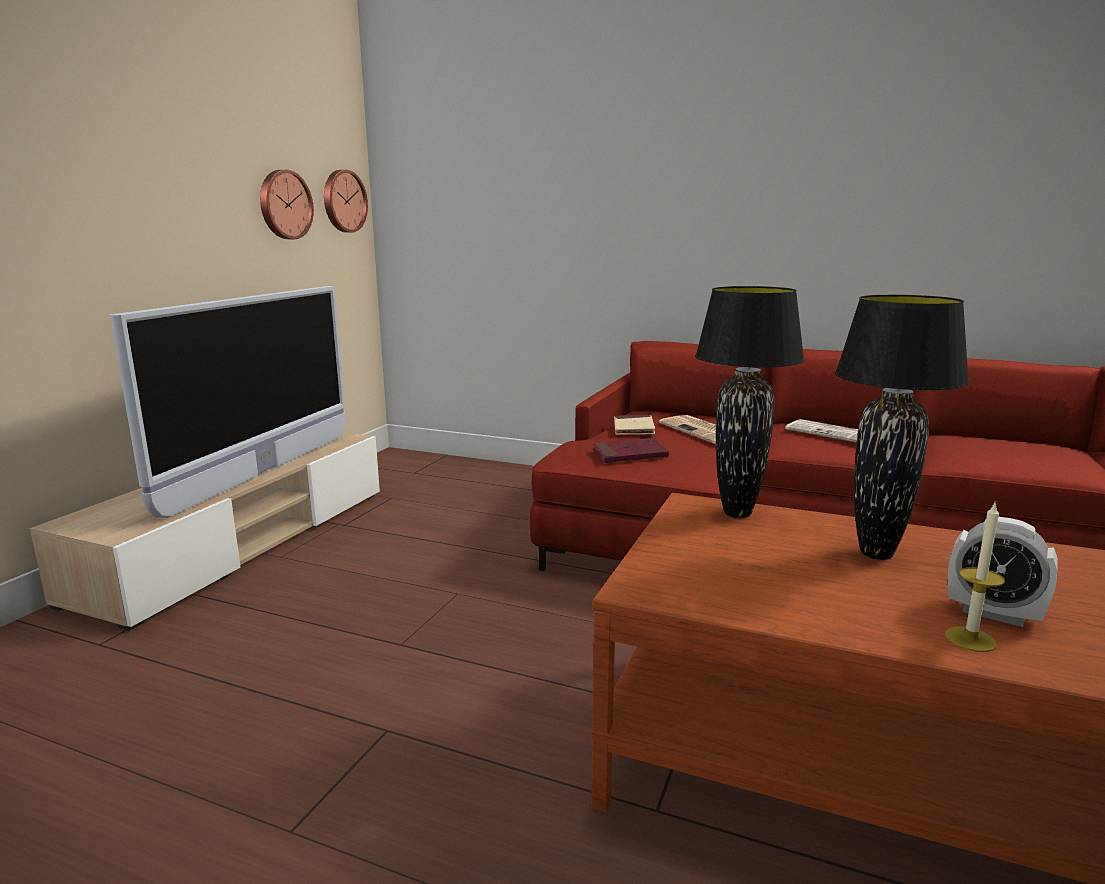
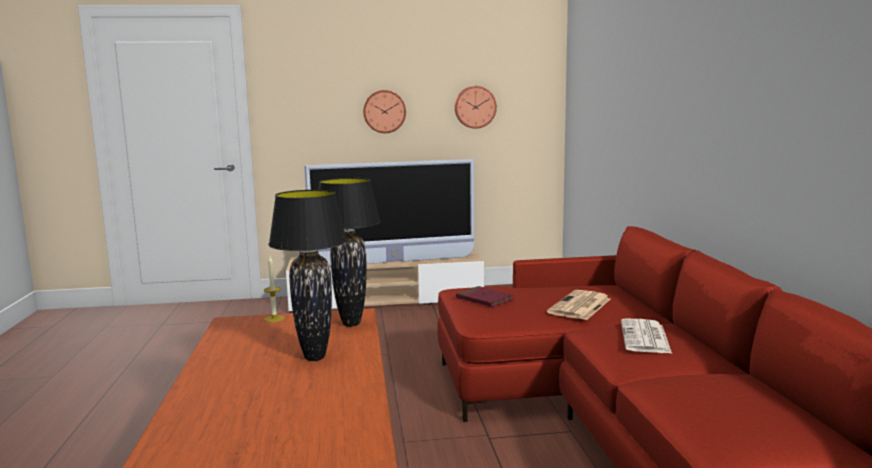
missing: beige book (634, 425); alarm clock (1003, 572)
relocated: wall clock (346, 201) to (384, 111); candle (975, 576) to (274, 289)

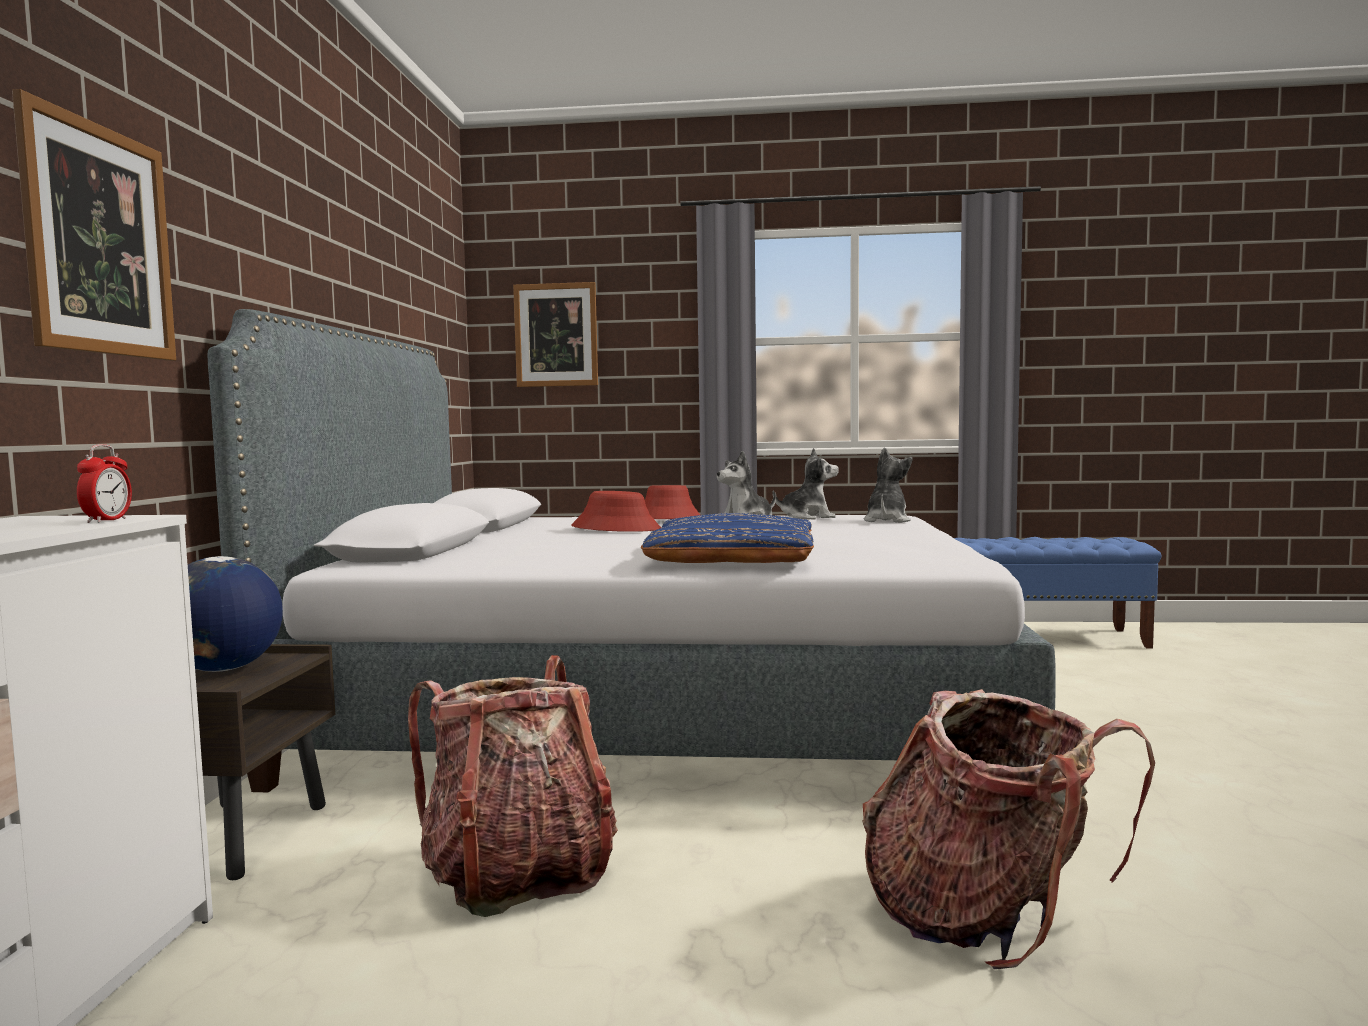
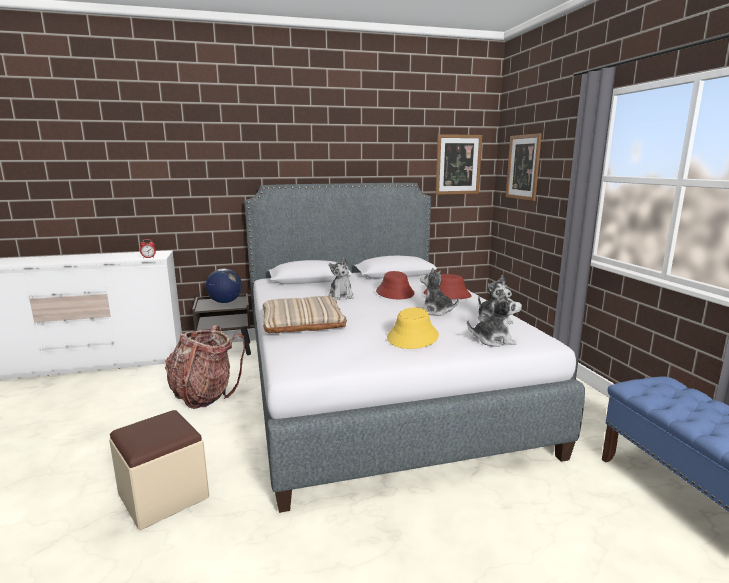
appeared: plush toy (341, 278); yellow hat (413, 328)
relocated: picture (94, 225) to (459, 164)
exchanged: backpack (1008, 829) to beige ottoman (159, 470)
colour: blue pillow (727, 538) to beige pillow (305, 314)

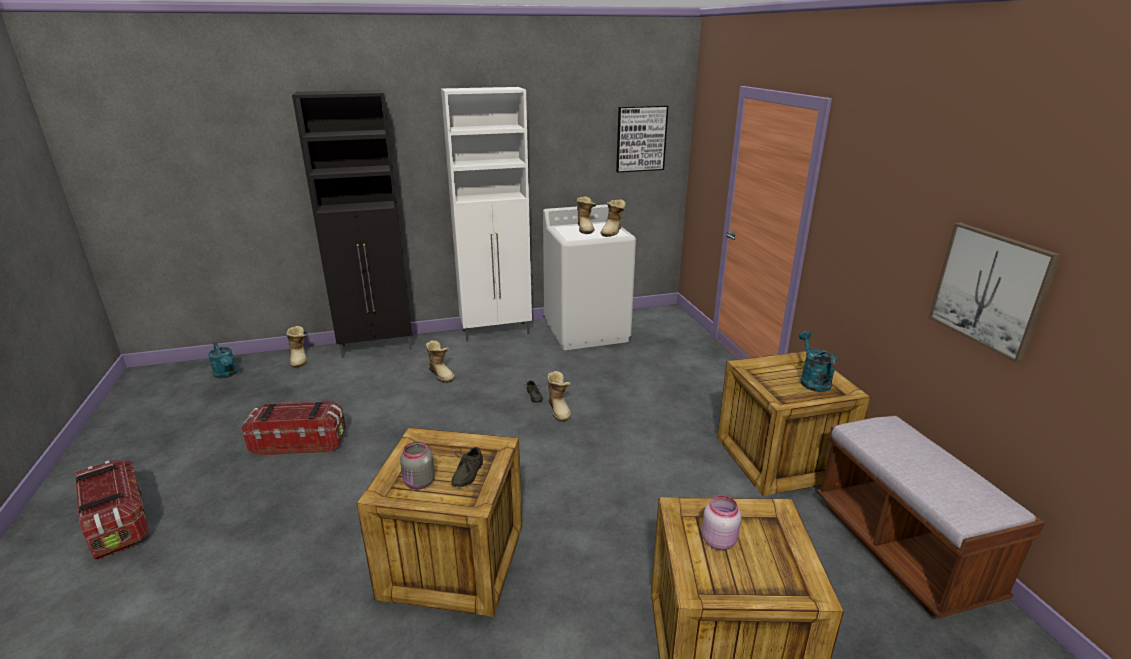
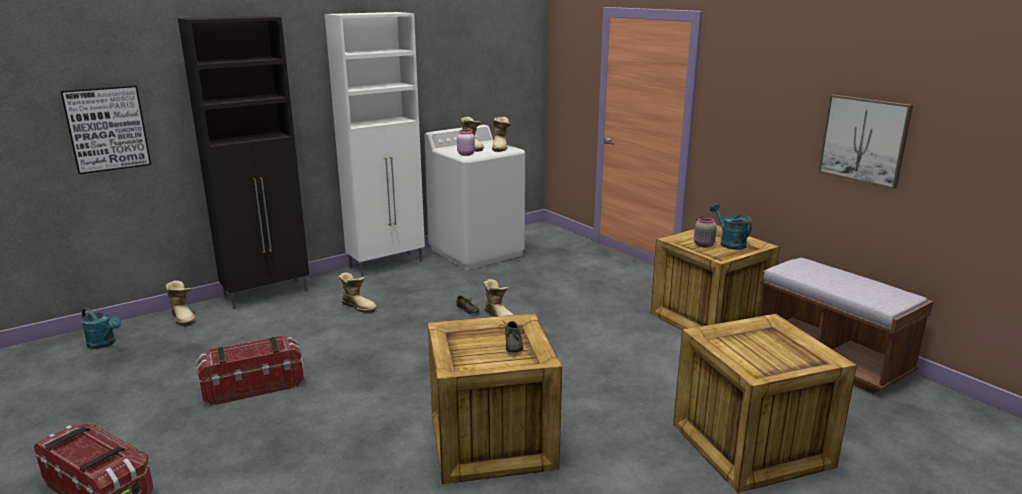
relocated: grey jar (417, 465) to (705, 232); picture (642, 139) to (105, 129); pink jar (721, 522) to (466, 143)

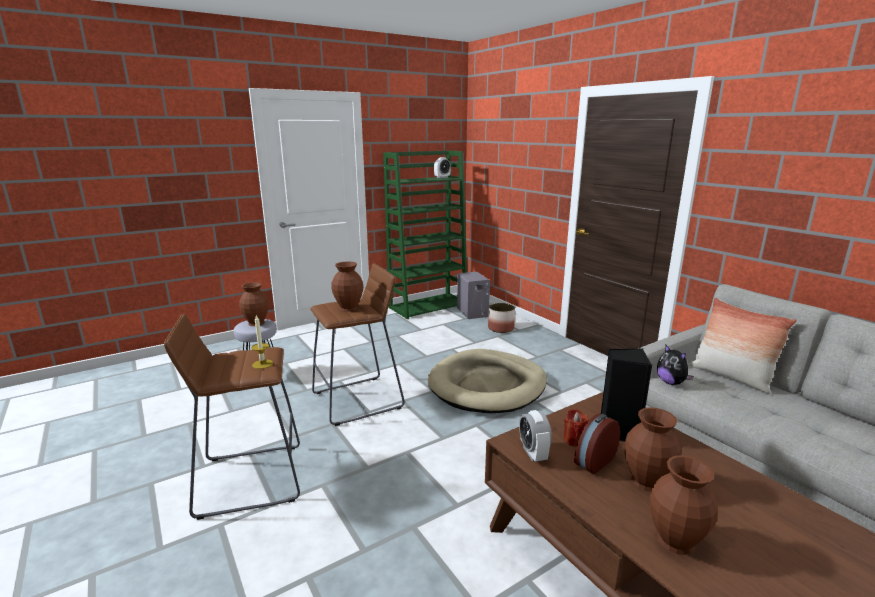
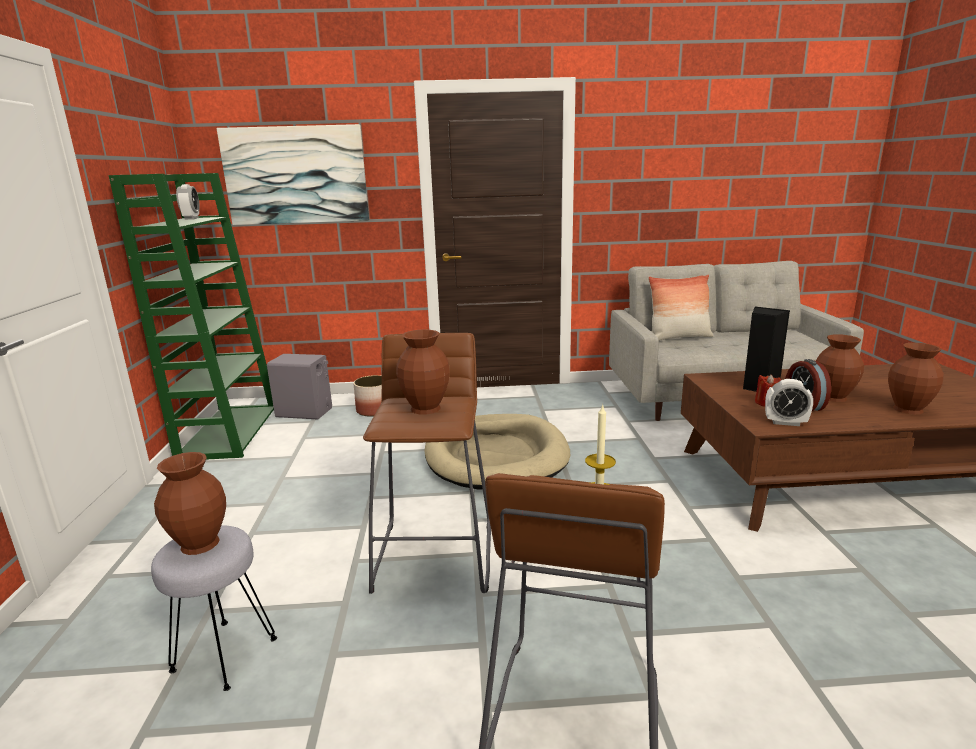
missing: plush toy (675, 365)
appeared: picture (292, 174)

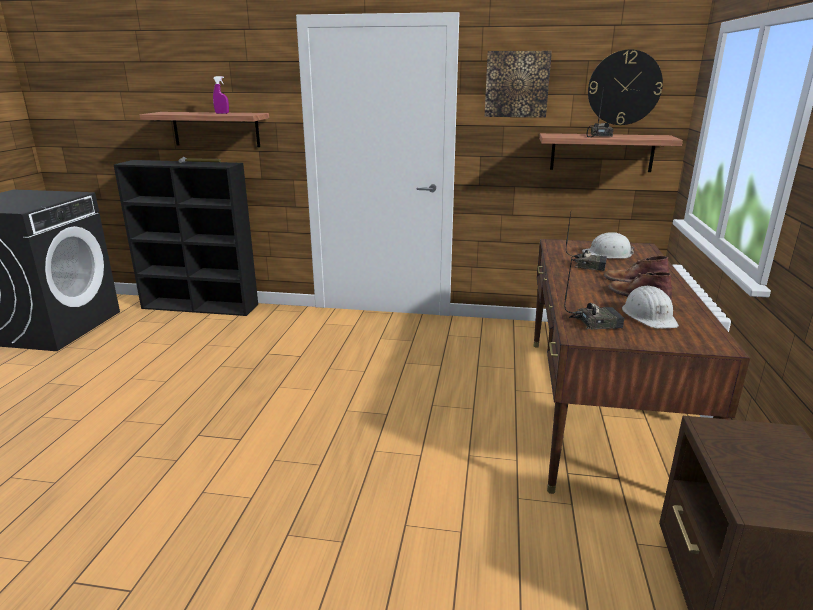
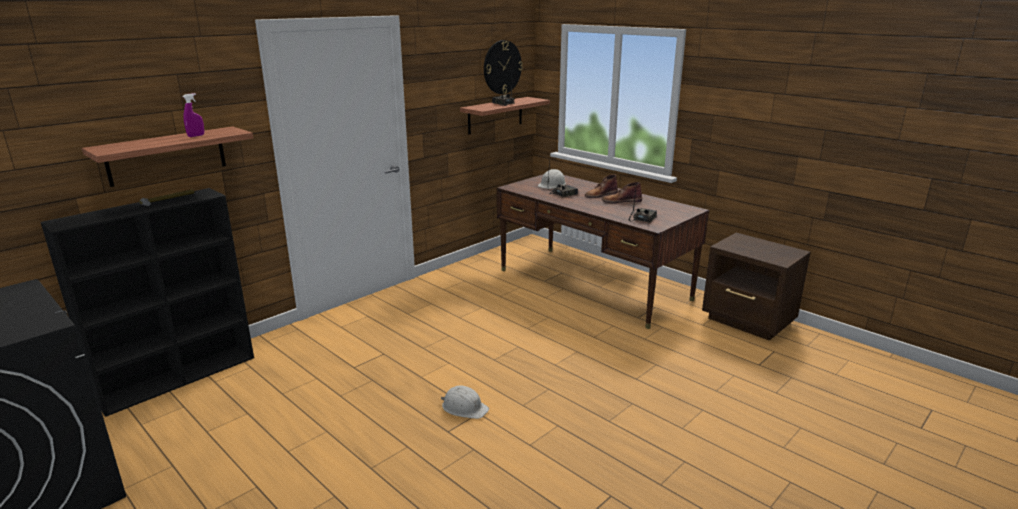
missing: picture (518, 84)
relocated: white hard hat (650, 307) to (465, 402)

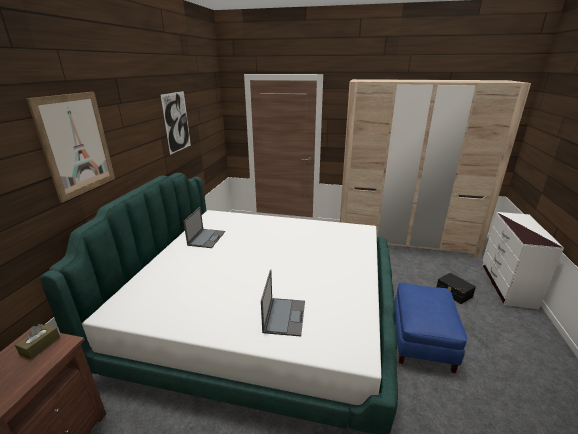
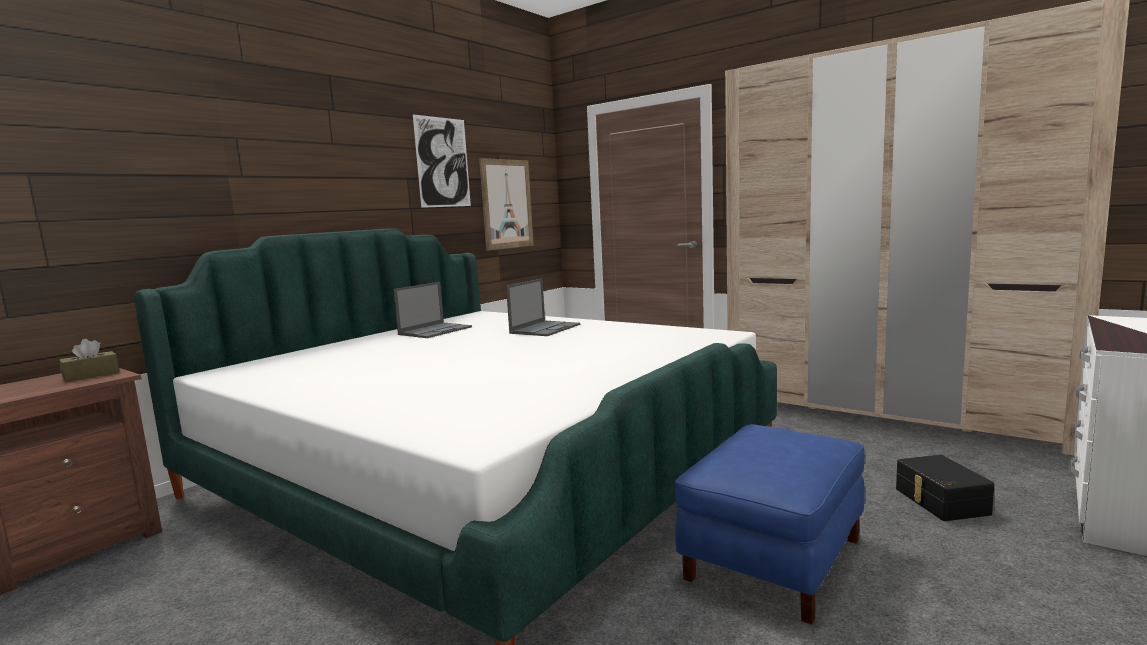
relocated: picture (70, 147) to (506, 204); laptop (283, 303) to (543, 307)

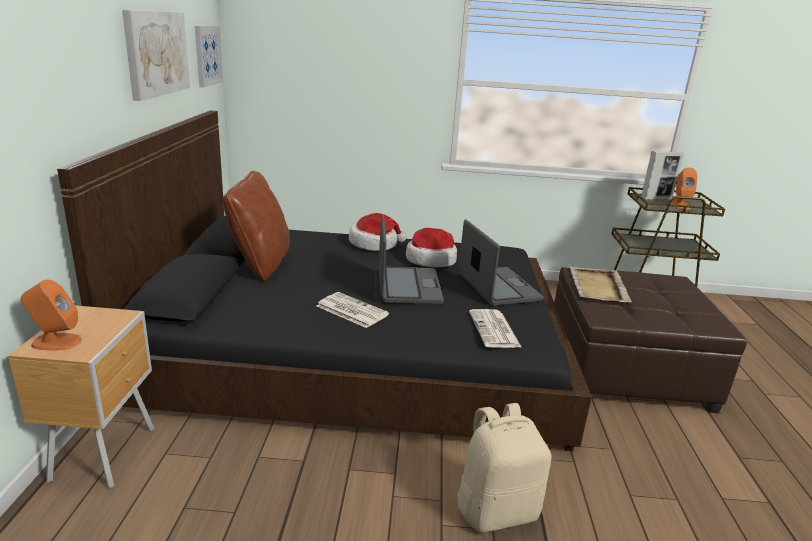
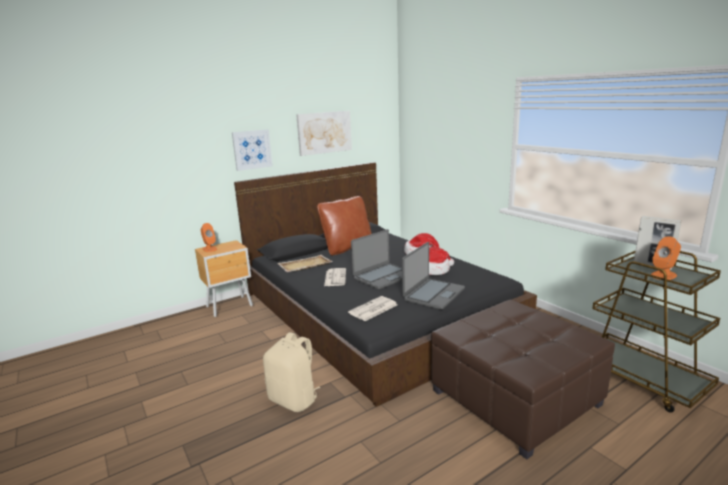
relocated: picture (209, 57) to (252, 150); beige tray (600, 285) to (305, 263)

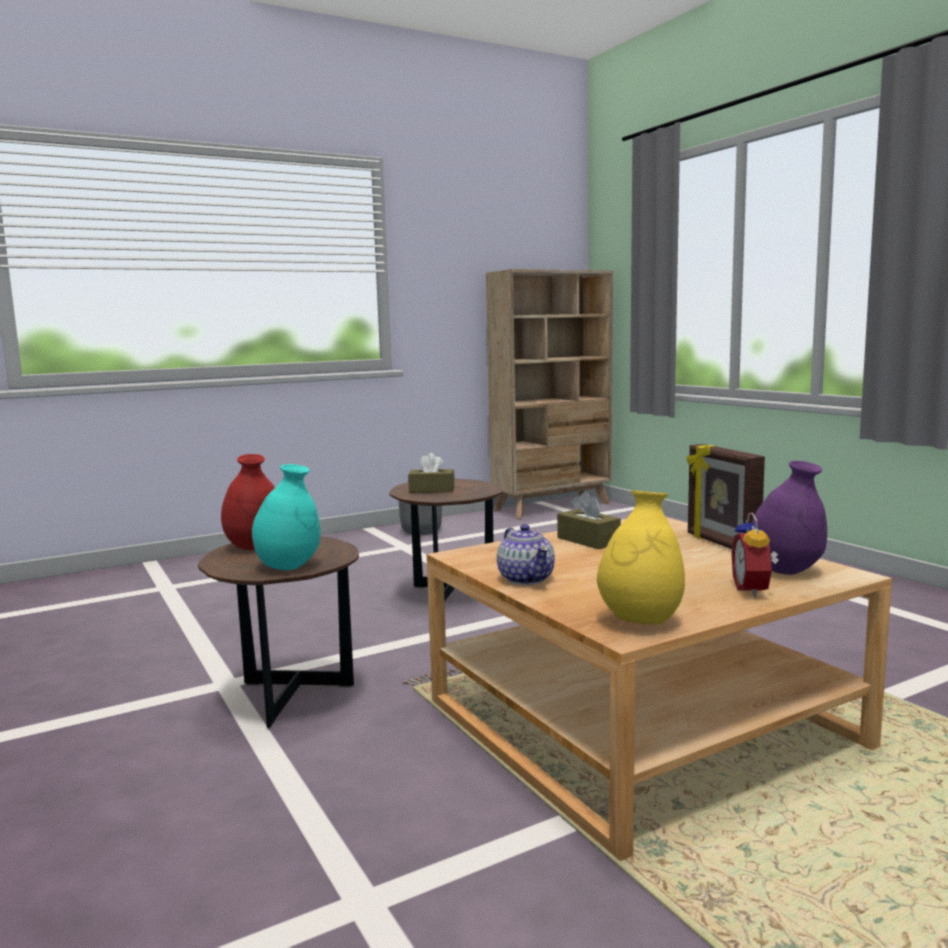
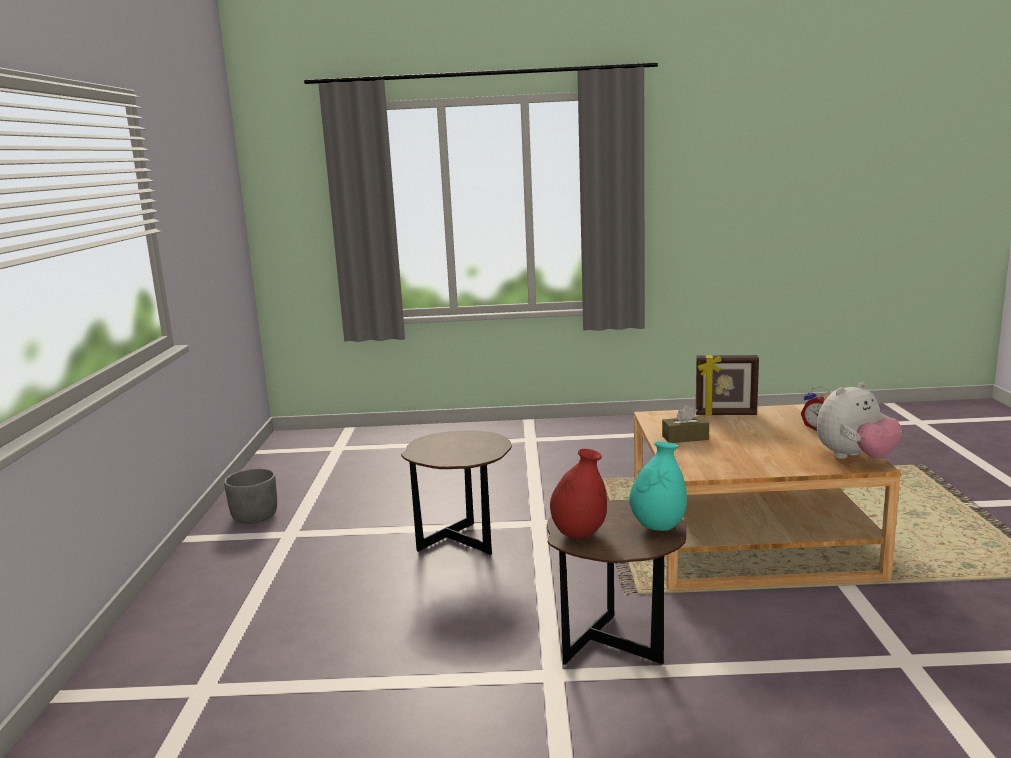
missing: brown tissue box (431, 473); beige bookcase (549, 394); teapot (526, 554); purple vase (789, 518)
exchanged: yellow vase (641, 557) to plush toy (859, 420)

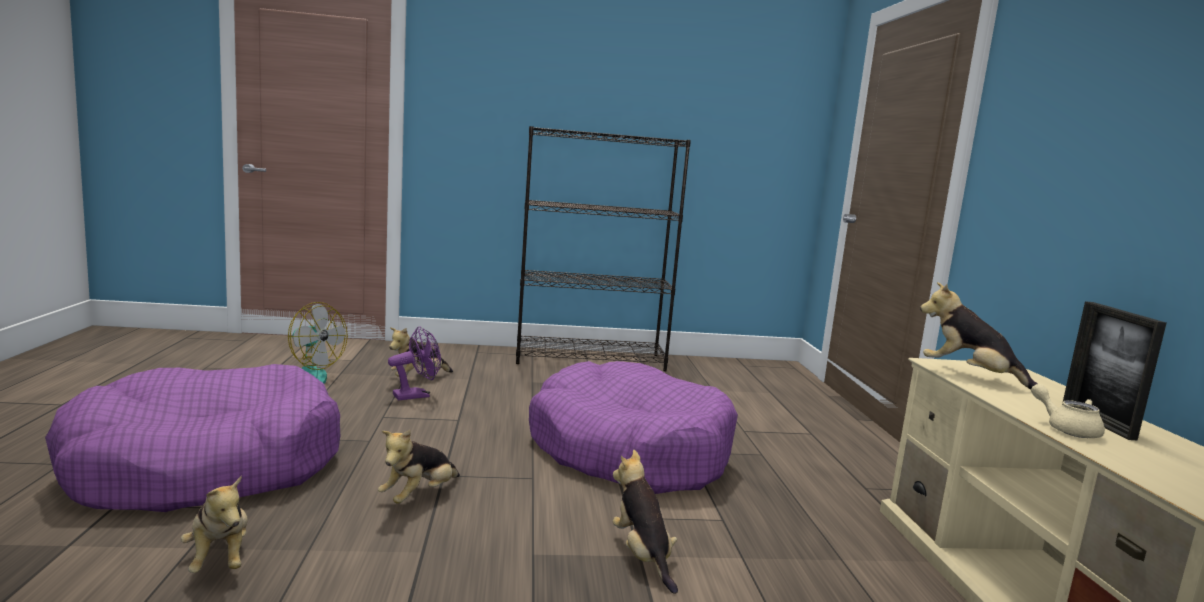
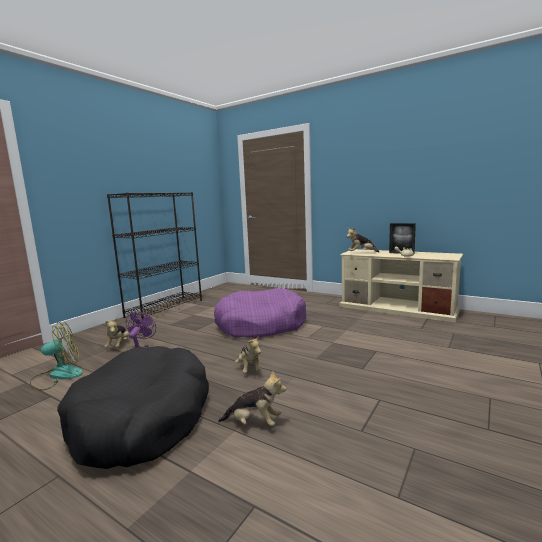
missing: plush toy (645, 522)
colour: purple dog bed (192, 438) to black dog bed (133, 407)

